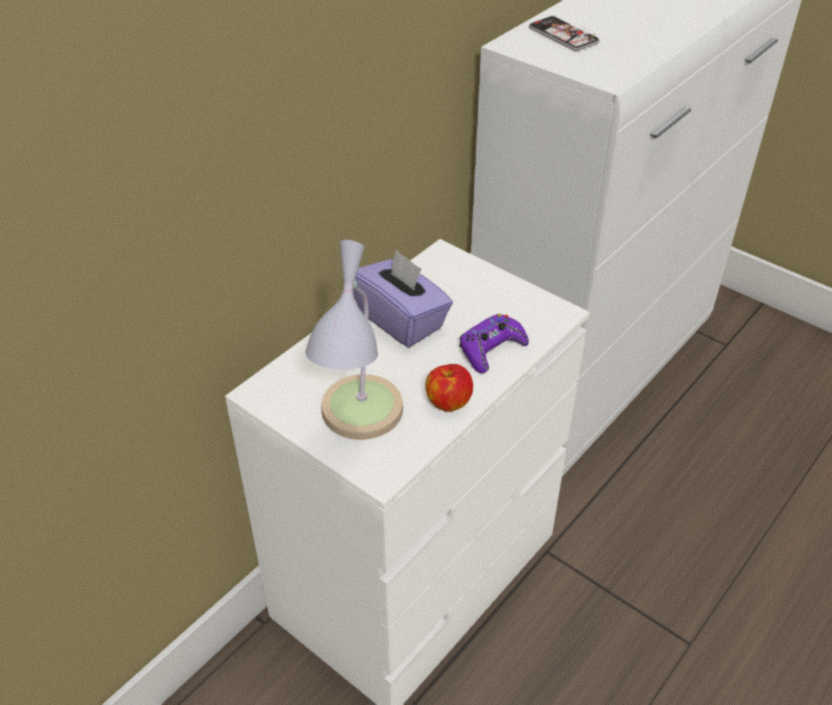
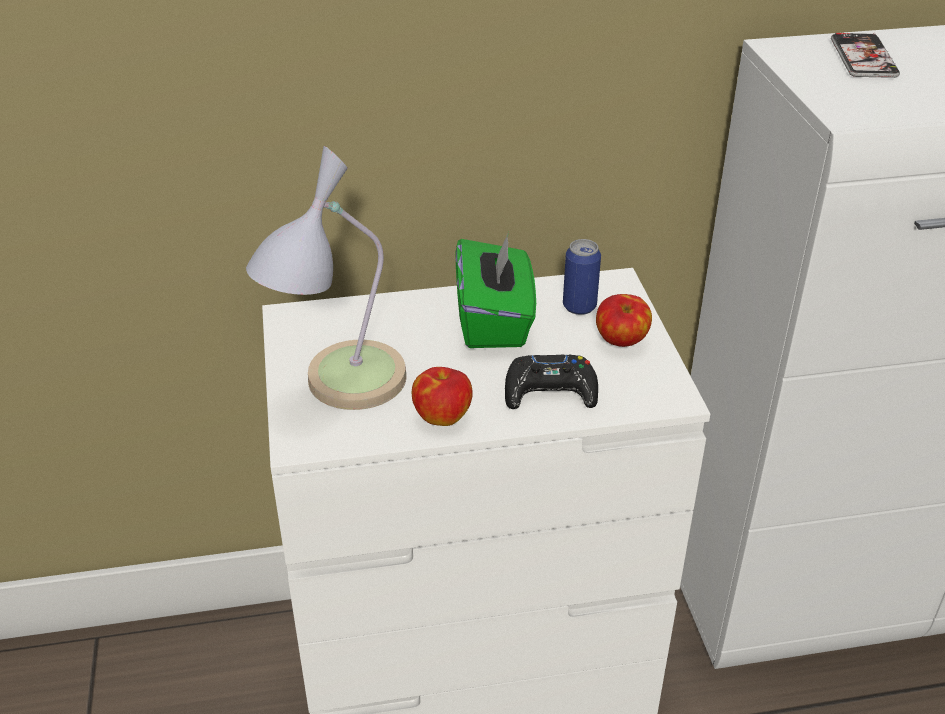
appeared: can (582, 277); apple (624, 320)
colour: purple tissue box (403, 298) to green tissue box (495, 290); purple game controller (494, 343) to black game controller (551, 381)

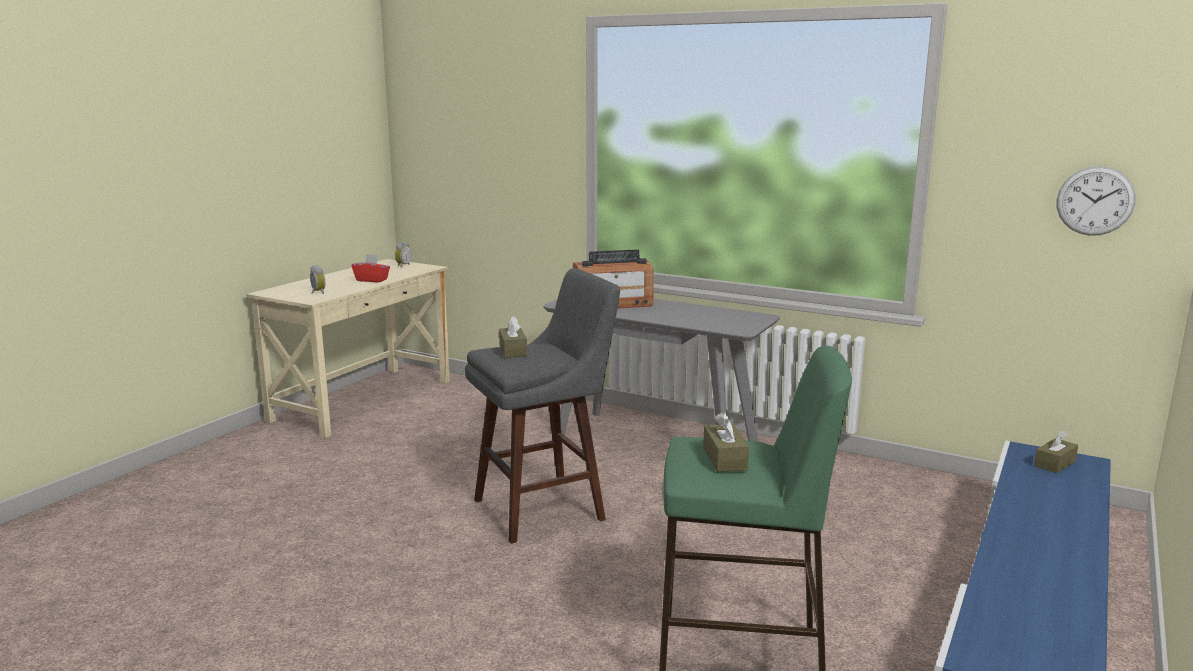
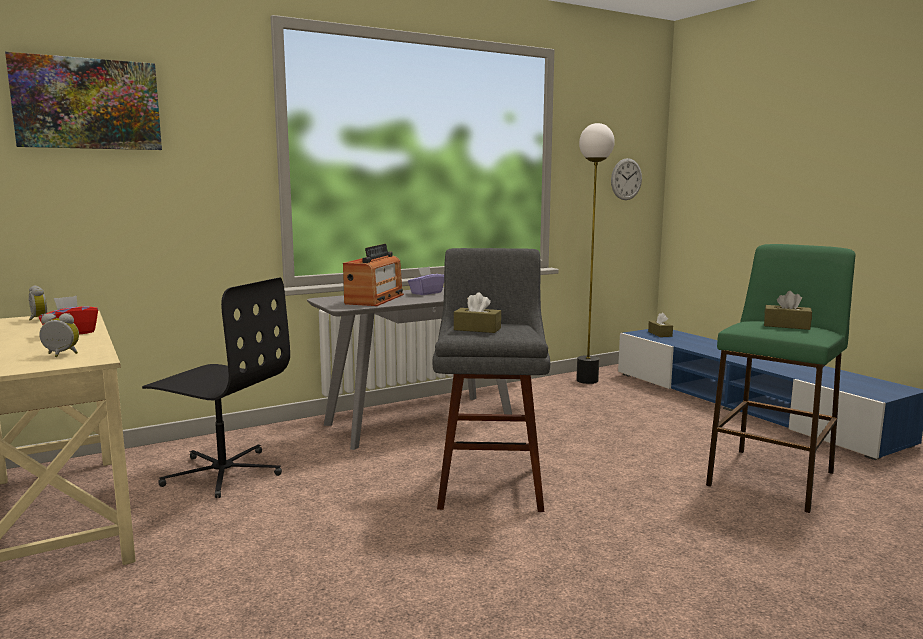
appeared: picture (83, 101); black office chair (216, 387); purple tissue box (426, 280); floor lamp (595, 253)

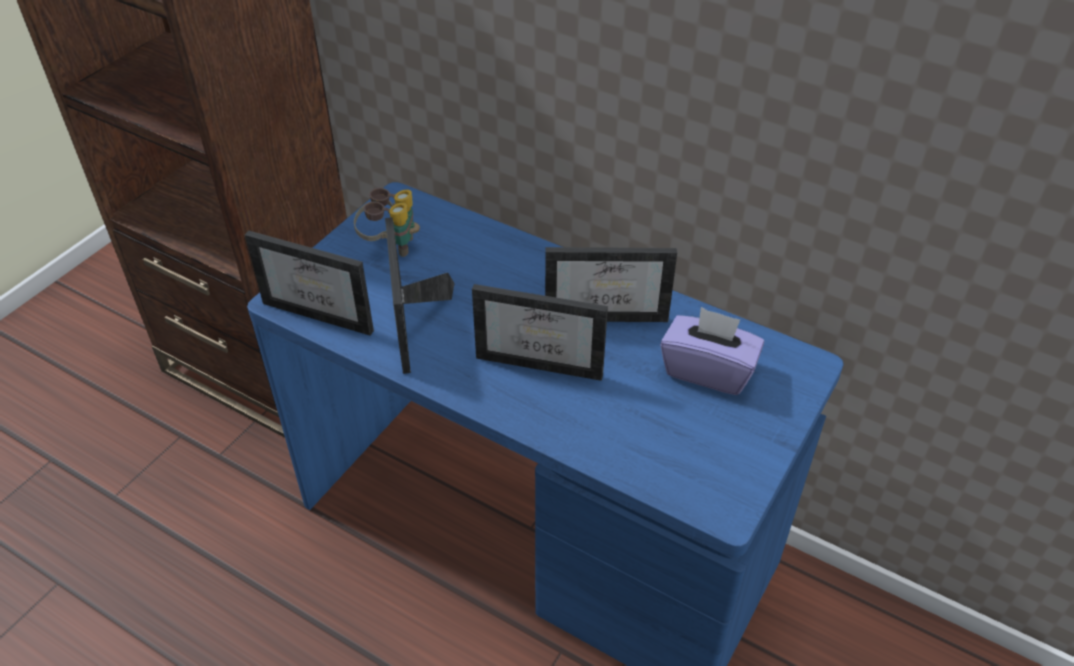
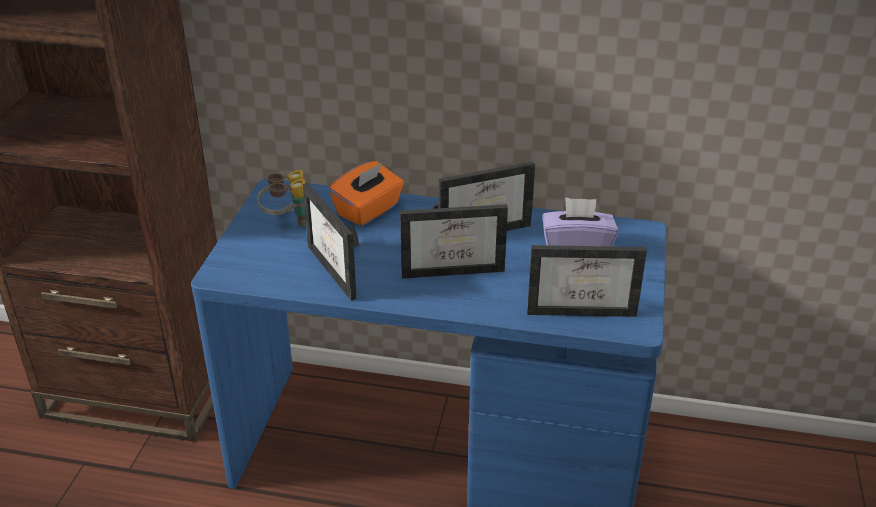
appeared: orange tissue box (366, 193)
relocated: picture frame (309, 283) to (587, 281)

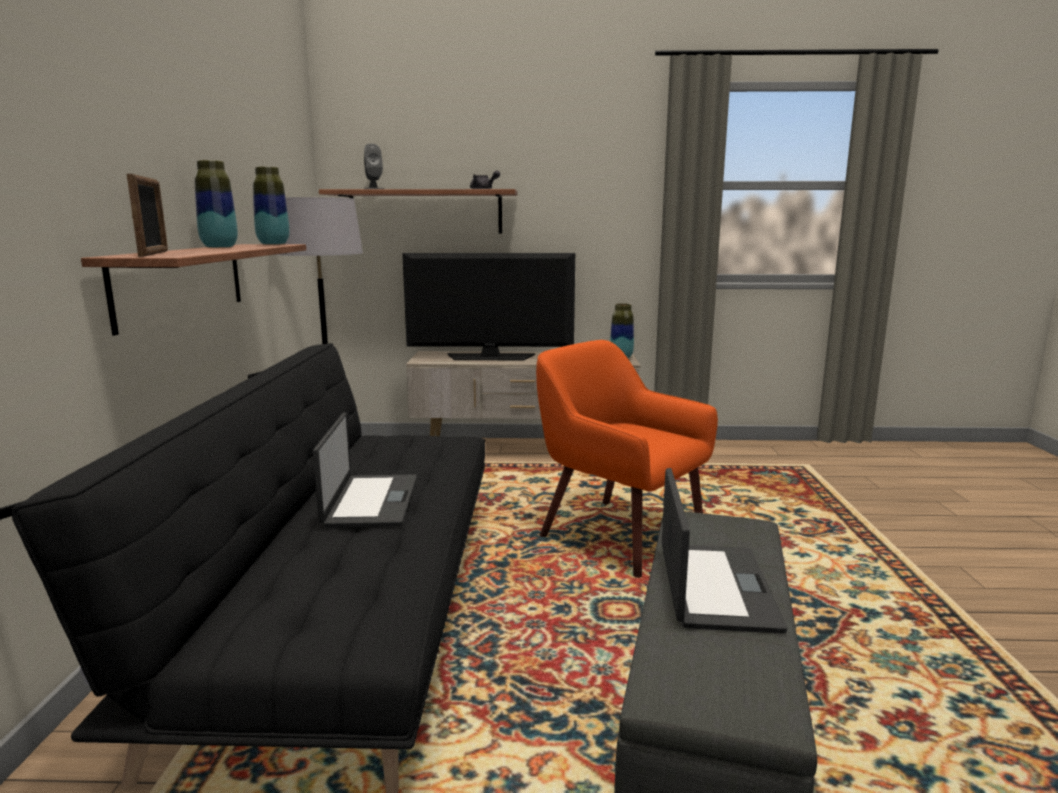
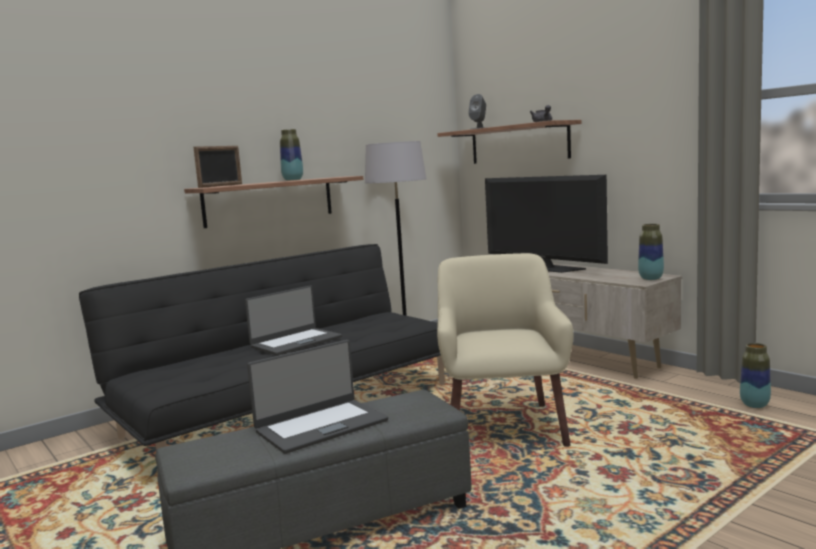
relocated: vase (271, 205) to (755, 375)
colour: orange armchair (627, 459) to beige armchair (505, 350)

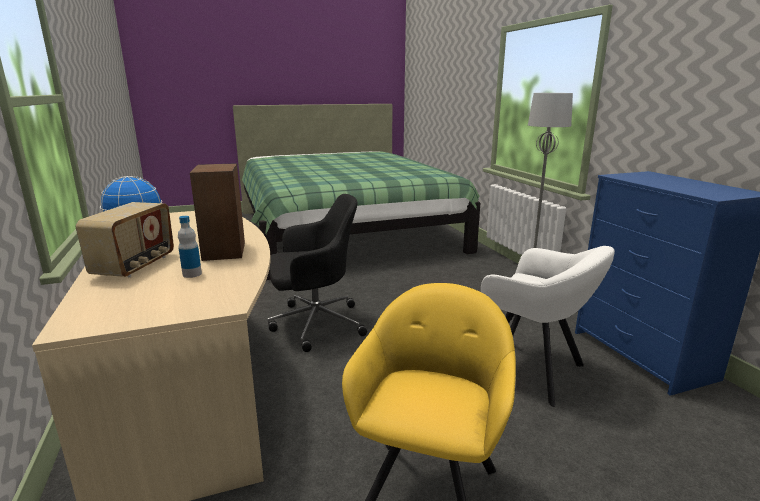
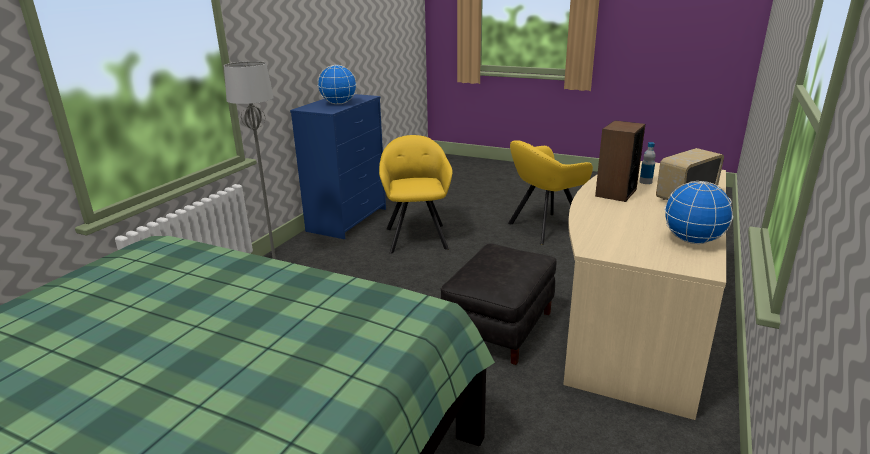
appeared: globe (337, 84)
exchanged: black office chair (317, 273) to black ottoman (498, 304)
colour: white armchair (548, 326) to yellow armchair (416, 194)

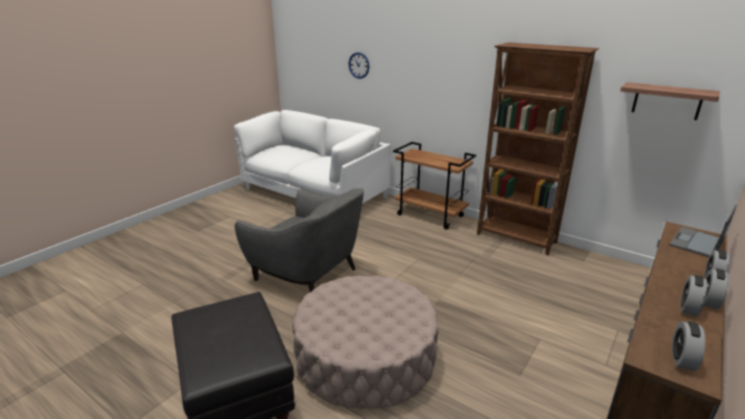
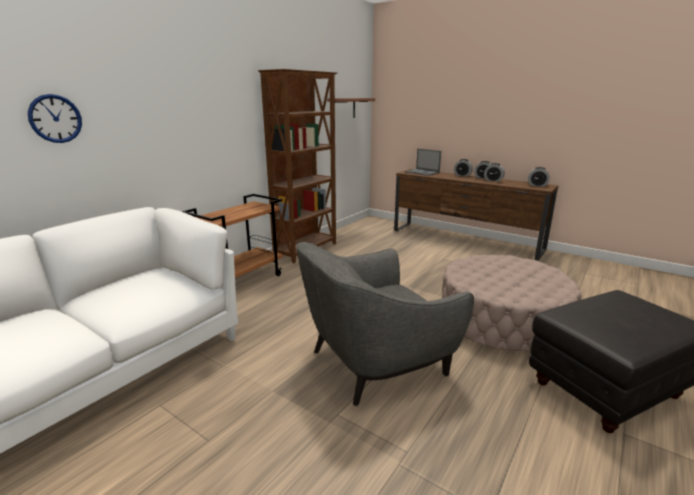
spun: grey armchair (299, 240) = (385, 324) 150 degrees counterclockwise

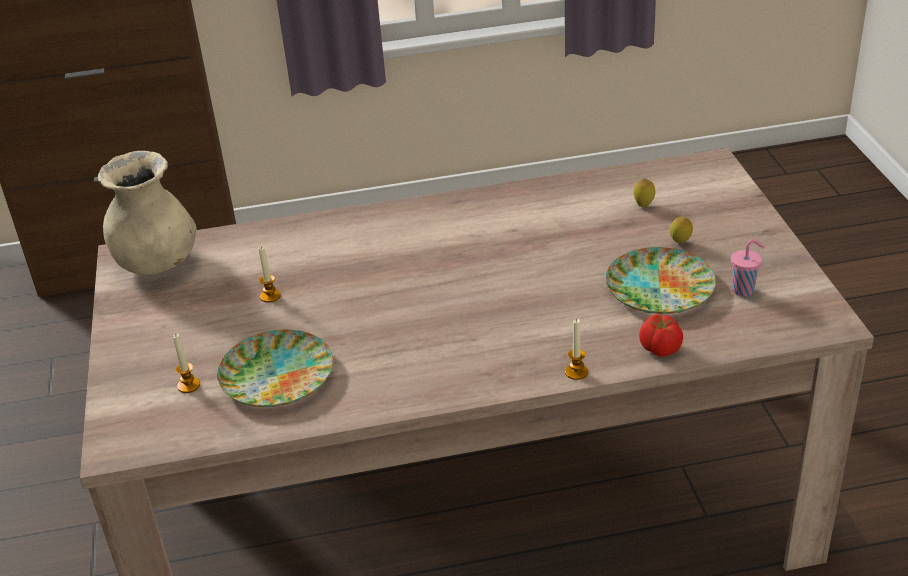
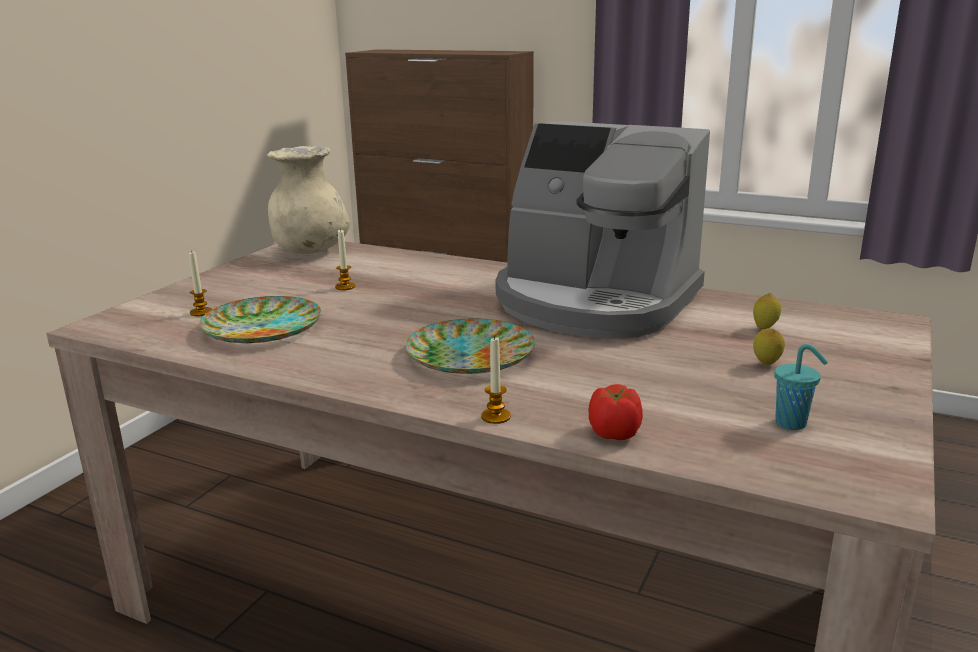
appeared: coffee machine (603, 230)
relocated: plate (660, 280) to (470, 346)
colour: pink cup (748, 268) to turquoise cup (801, 387)

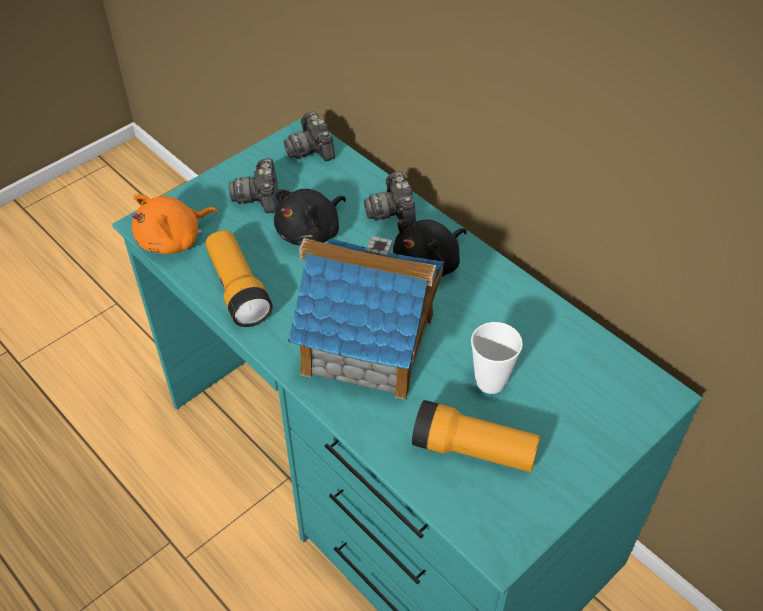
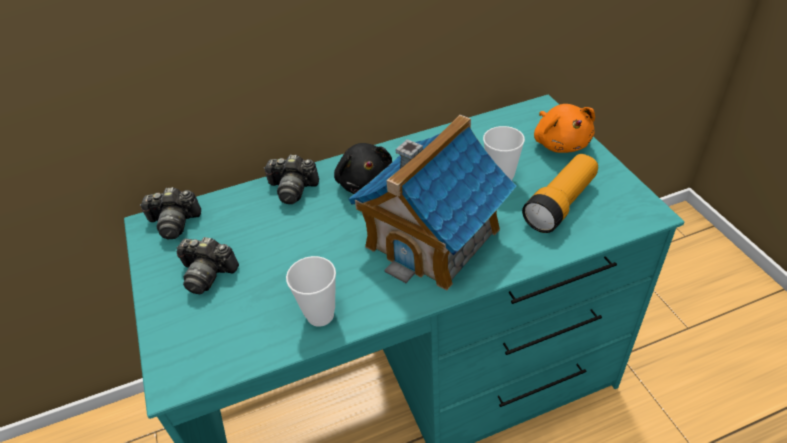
missing: black plush toy (310, 217)
relocated: orange plush toy (174, 224) to (564, 128)
exchanged: flashlight (239, 278) to cup (311, 291)

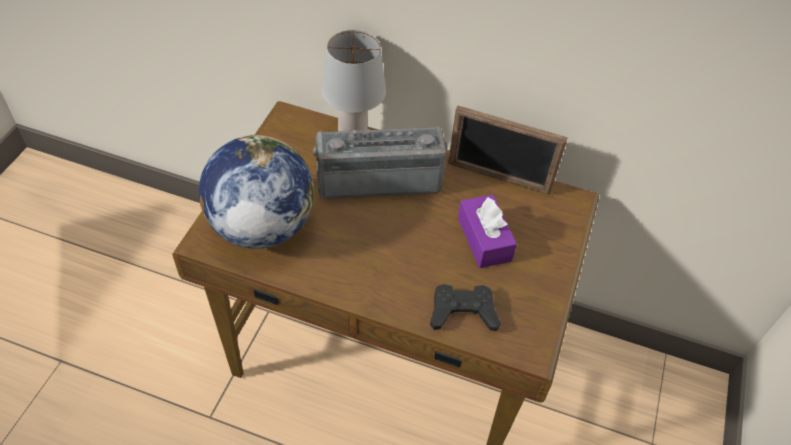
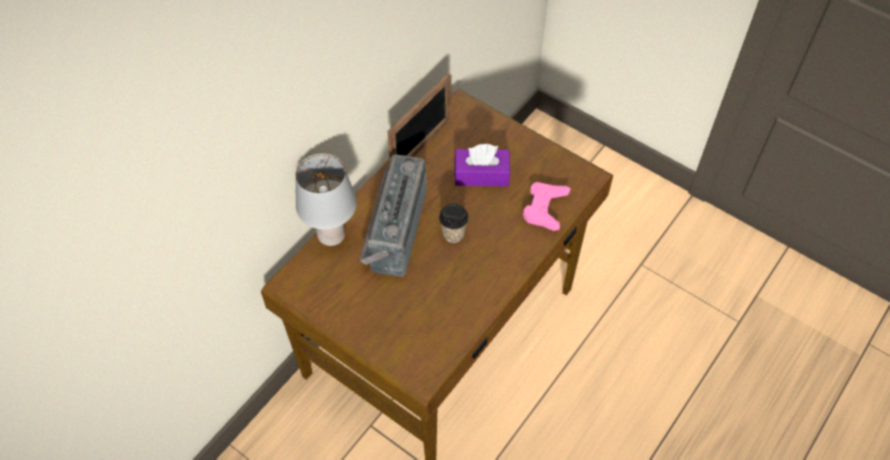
missing: globe (256, 192)
appeared: cup (453, 223)
colour: black game controller (465, 307) to pink game controller (547, 206)

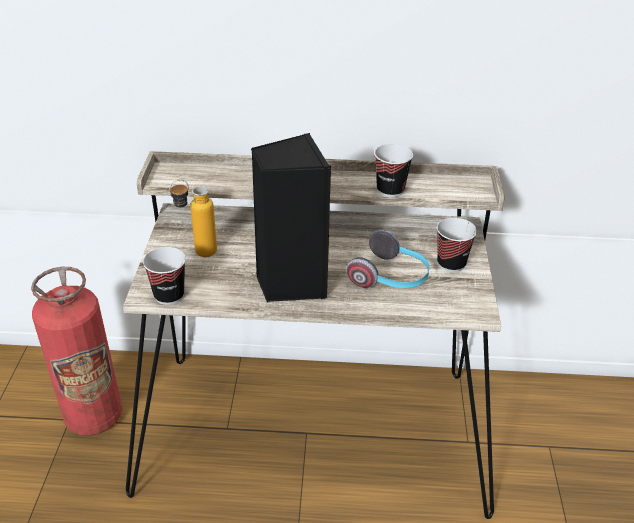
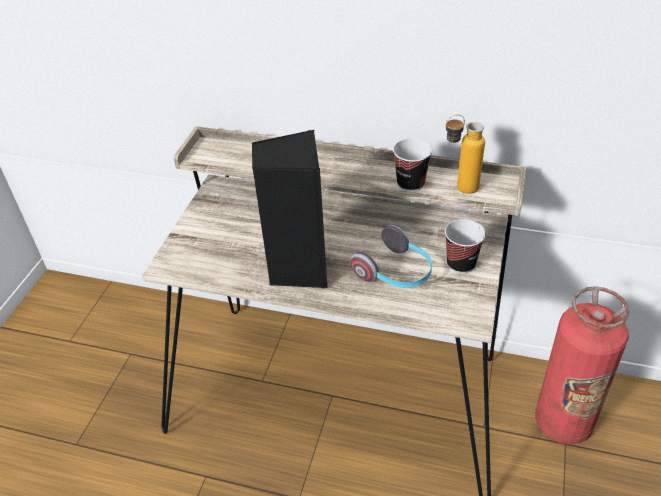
missing: cup (164, 276)
relocated: fire extinguisher (76, 351) to (582, 365); bottle (193, 218) to (465, 154)

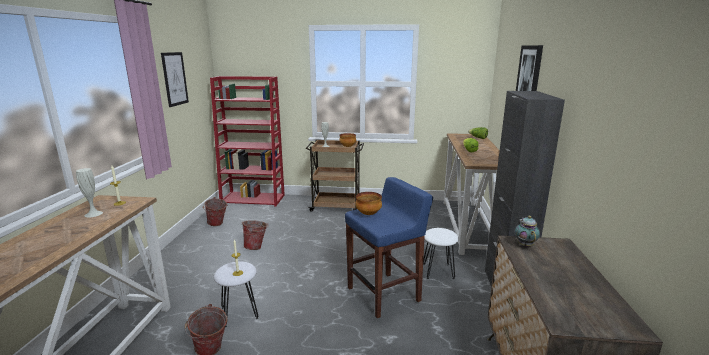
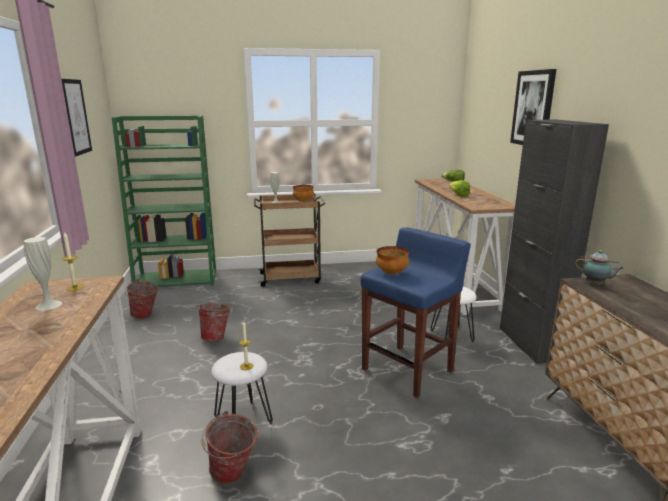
colour: red bookcase (247, 141) to green bookcase (164, 201)
spun: teapot (527, 231) = (599, 267) 135 degrees clockwise

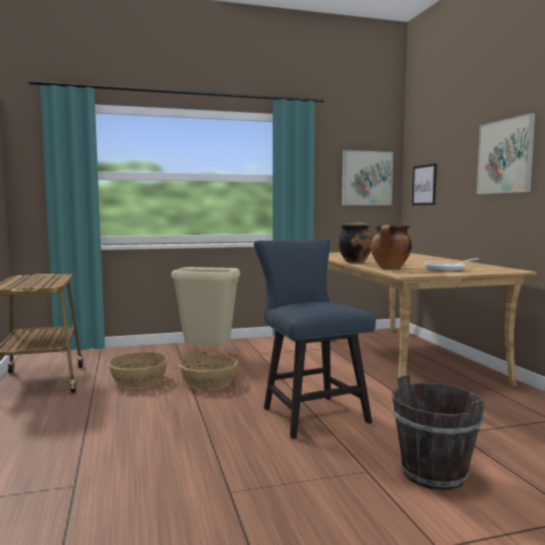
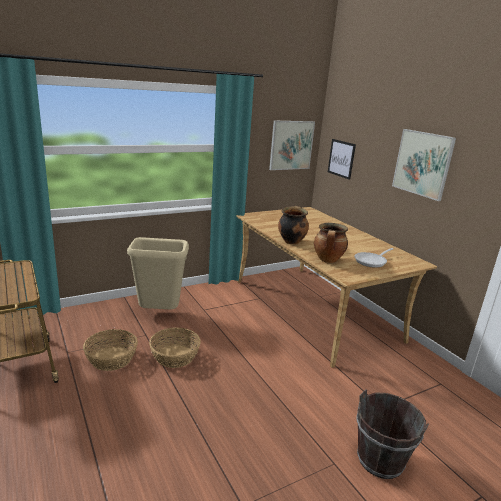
missing: blue chair (315, 339)

